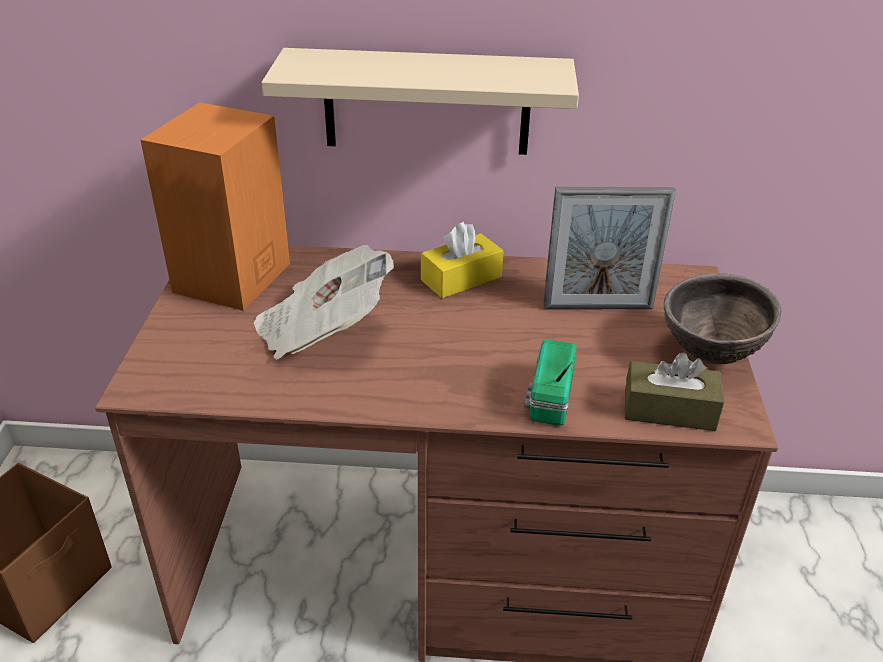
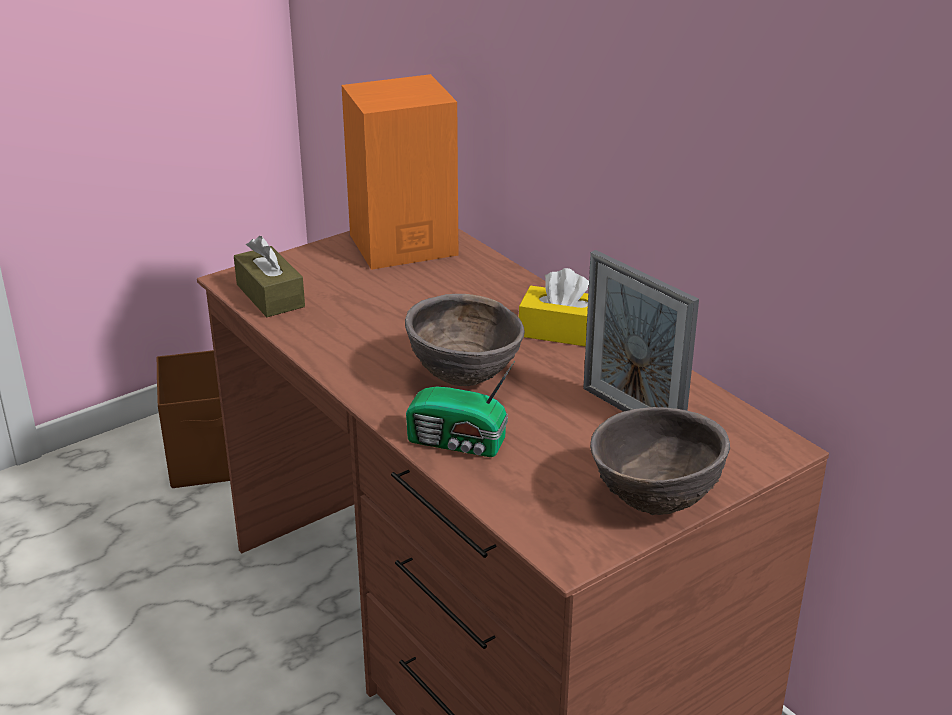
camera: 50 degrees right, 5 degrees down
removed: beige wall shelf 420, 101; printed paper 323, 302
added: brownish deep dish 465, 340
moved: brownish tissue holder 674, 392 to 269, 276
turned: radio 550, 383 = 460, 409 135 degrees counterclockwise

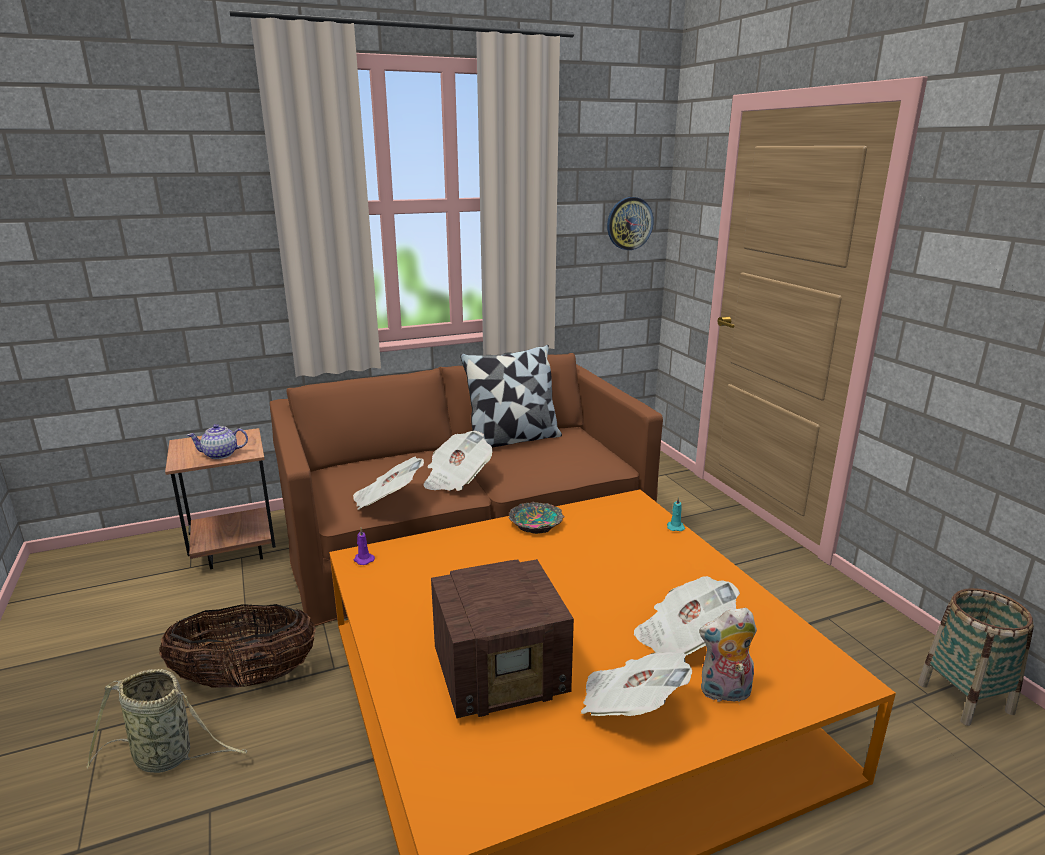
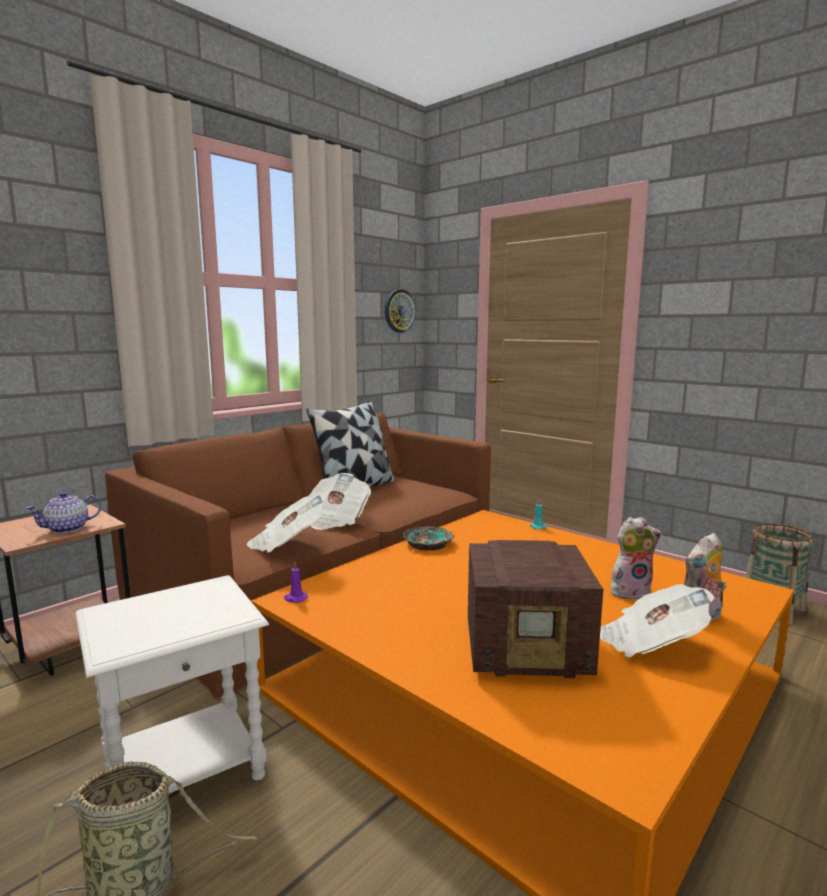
camera: 25 degrees left, 10 degrees down
replaced: printed paper 687, 615 to cuddly toy 636, 558; household basket 237, 646 to white-coloured side table 172, 684
turned: radio 502, 638 = 535, 609 45 degrees clockwise

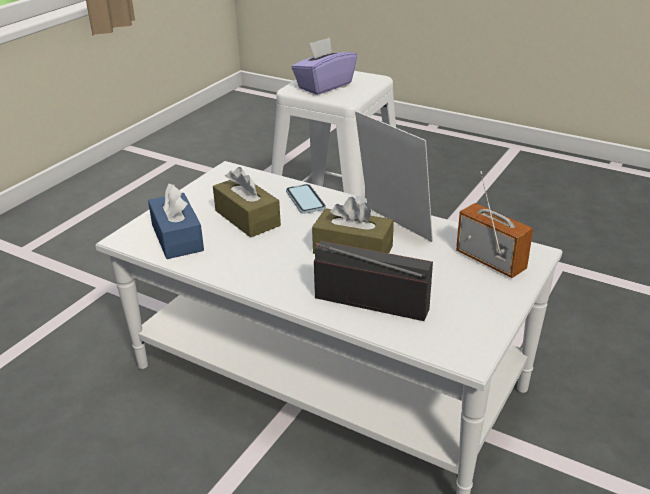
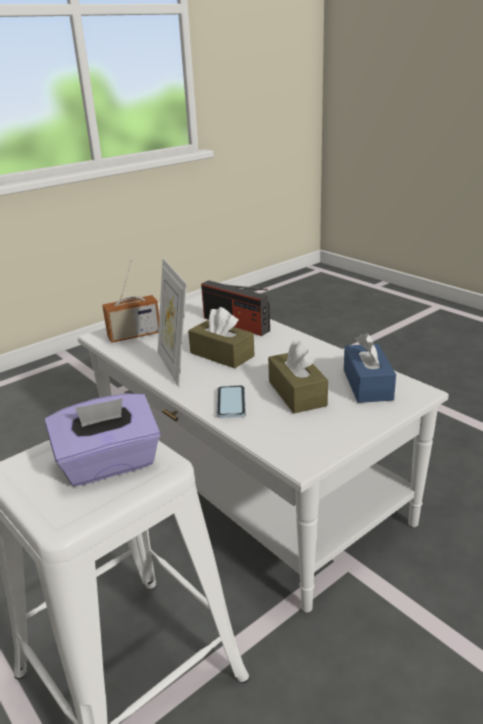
camera: 160 degrees left, 5 degrees down
turned: radio 494, 224 = 130, 301 90 degrees counterclockwise

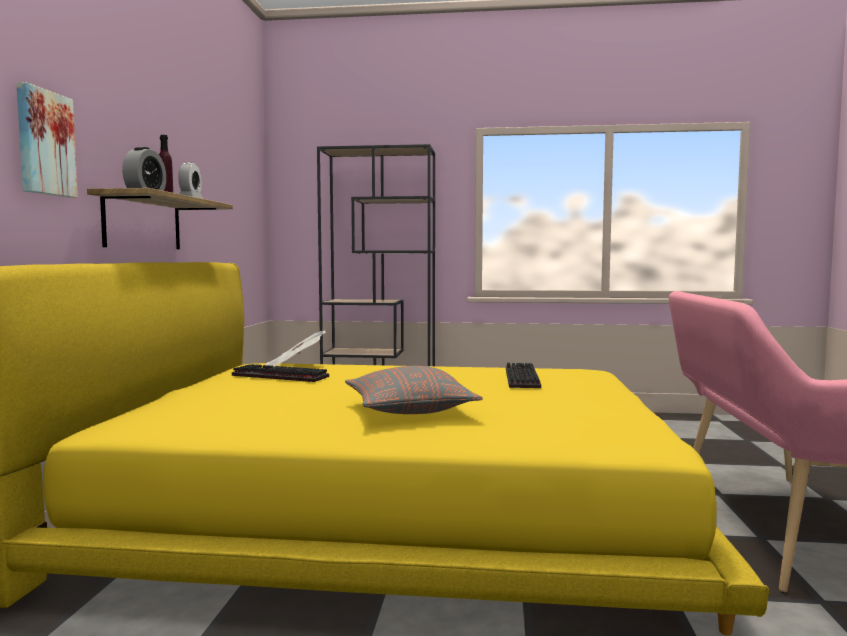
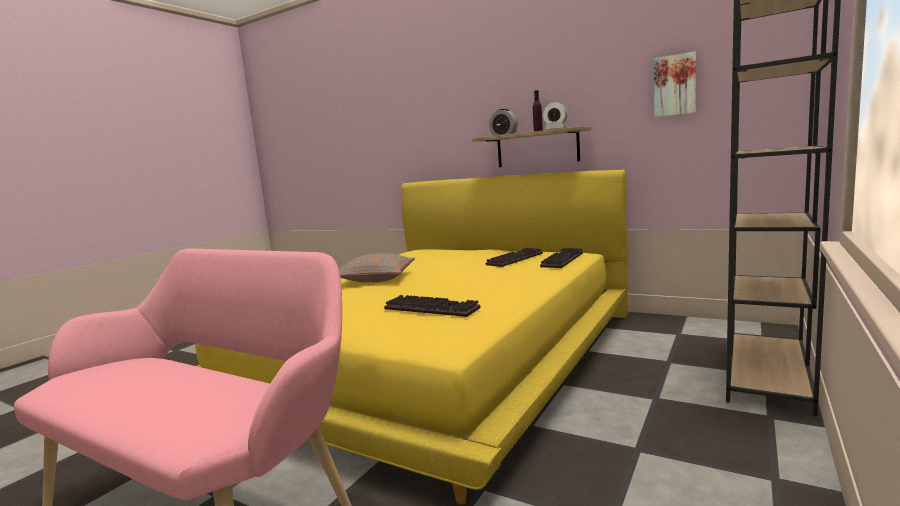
camera: 115 degrees right, 5 degrees up
moved: wall art 47, 140 to 675, 84
replaced: printed paper 295, 348 to computer keyboard 561, 258

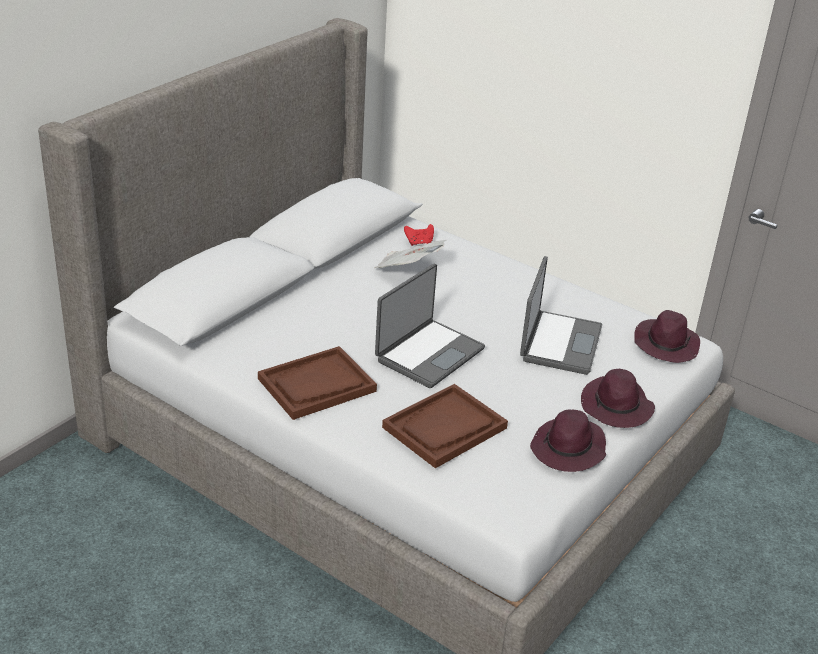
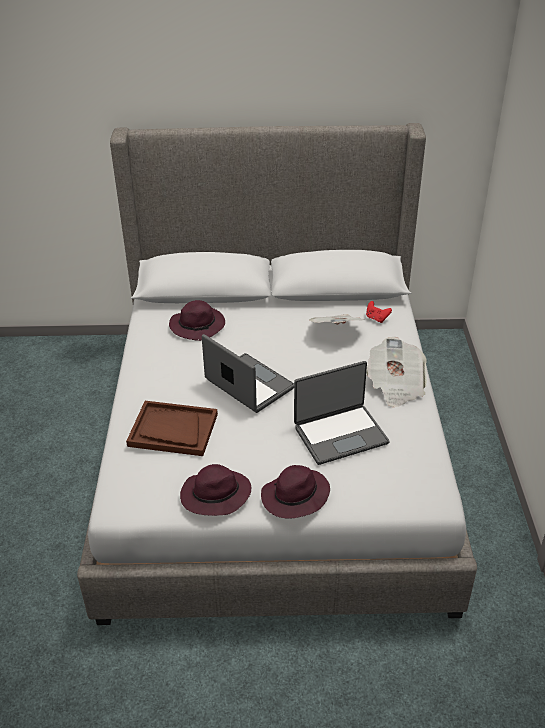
camera: 55 degrees right, 5 degrees up
removed: brownish tray 317, 383
added: printed paper 396, 372
moved: purple clothing hat 667, 336 to 197, 320
turned: portable computer 430, 326 = 248, 373 135 degrees counterclockwise

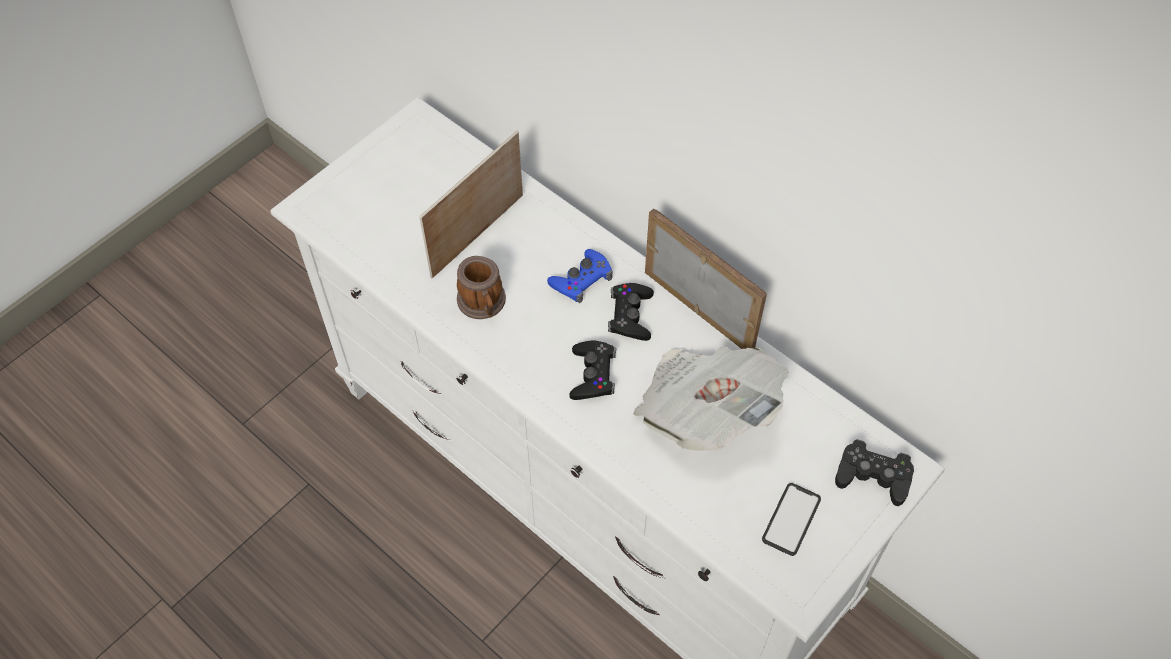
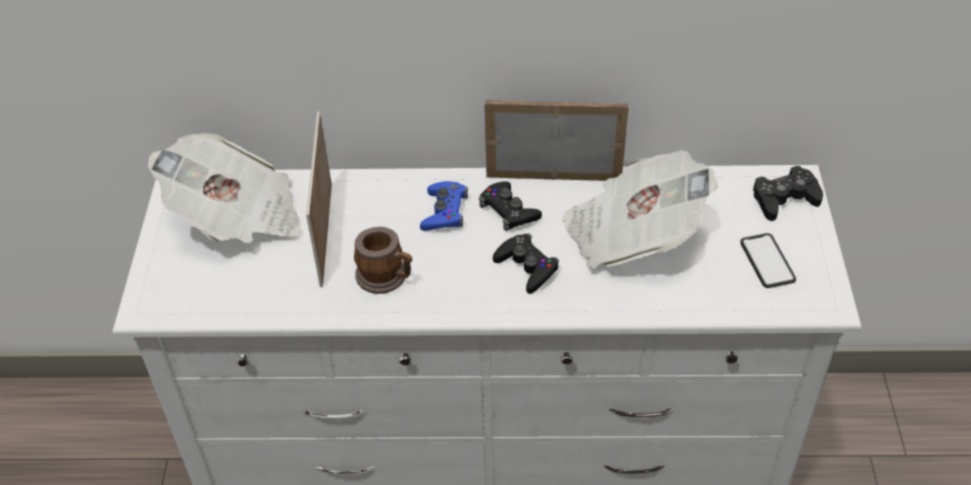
camera: 40 degrees left, 10 degrees down
added: printed paper 225, 188

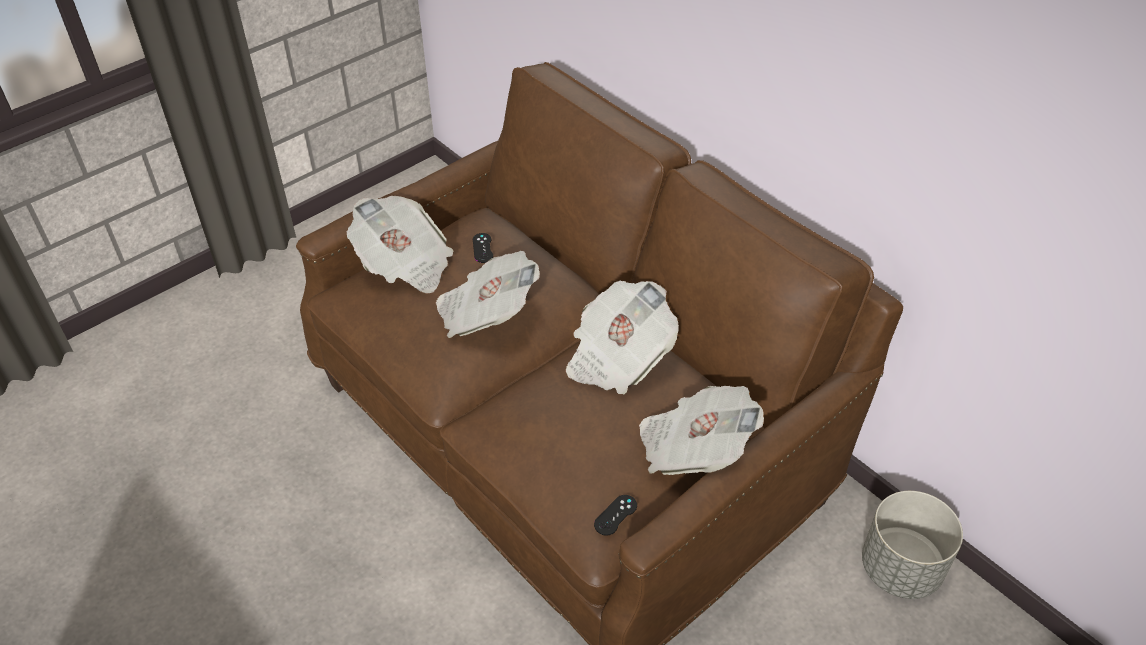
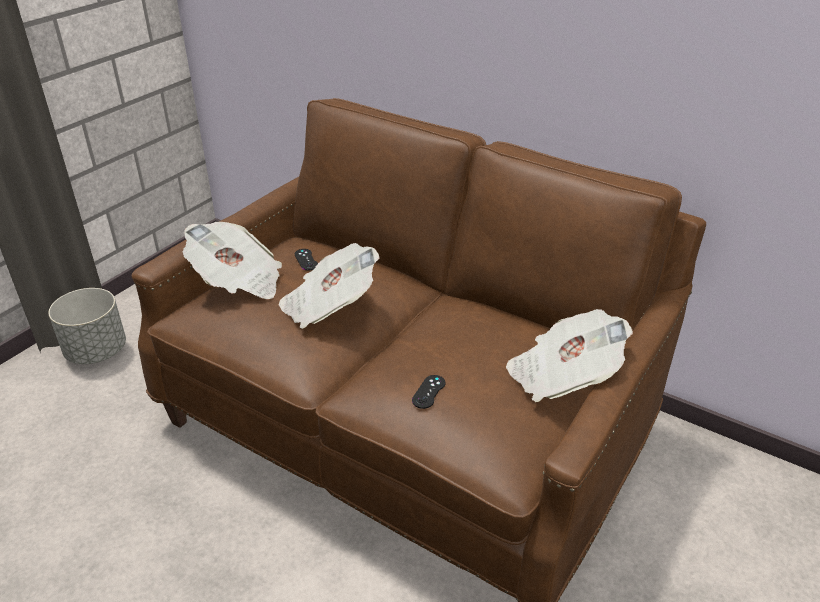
camera: 15 degrees left, 10 degrees down
removed: printed paper 622, 337
moved: grey flower pot 912, 545 to 87, 326; black-coloured game controller 615, 515 to 428, 392

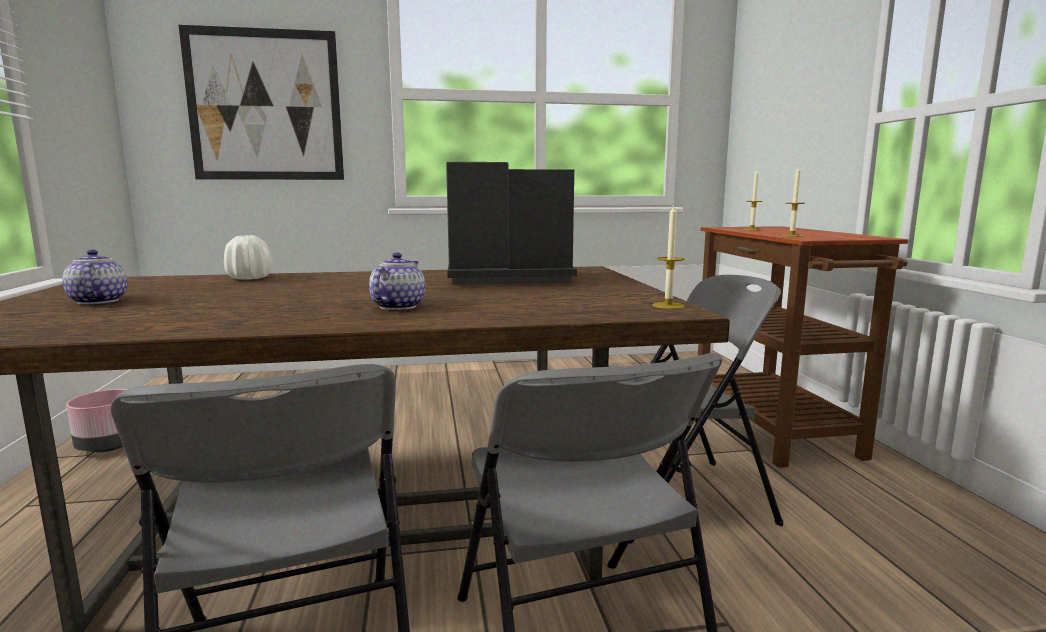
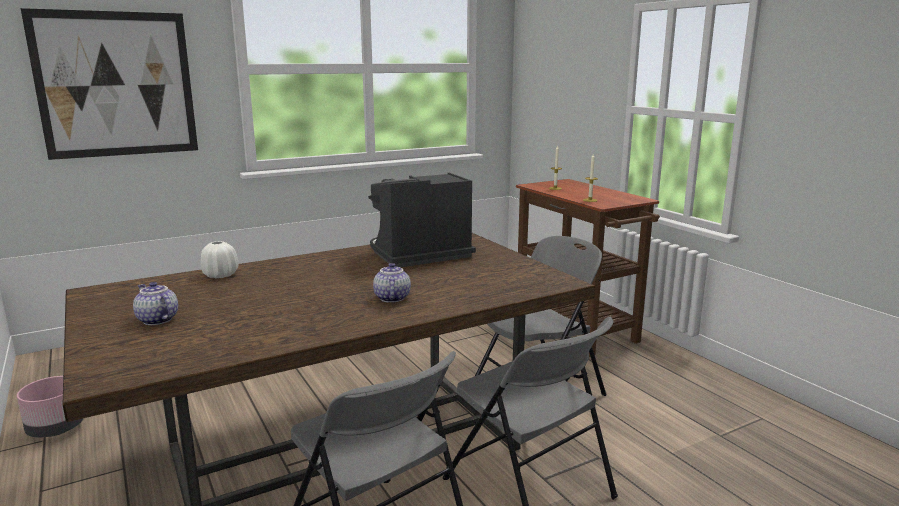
camera: 20 degrees left, 5 degrees up
removed: wax light 669, 256

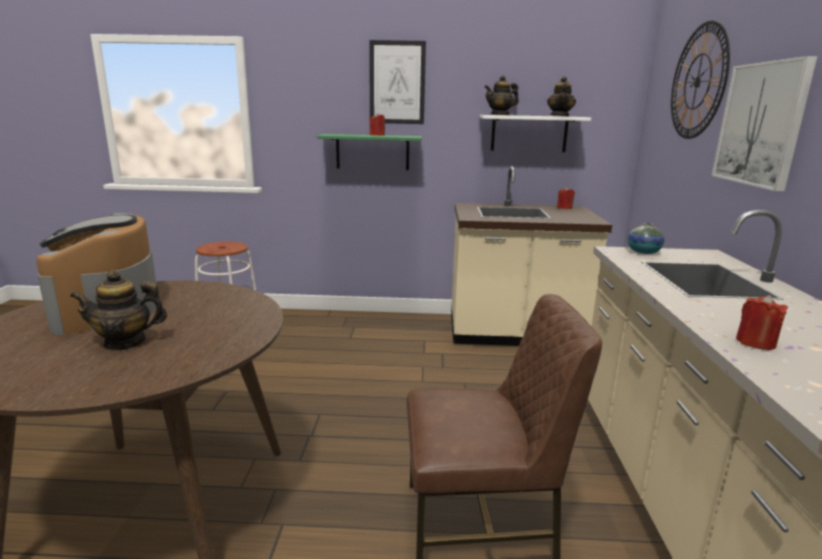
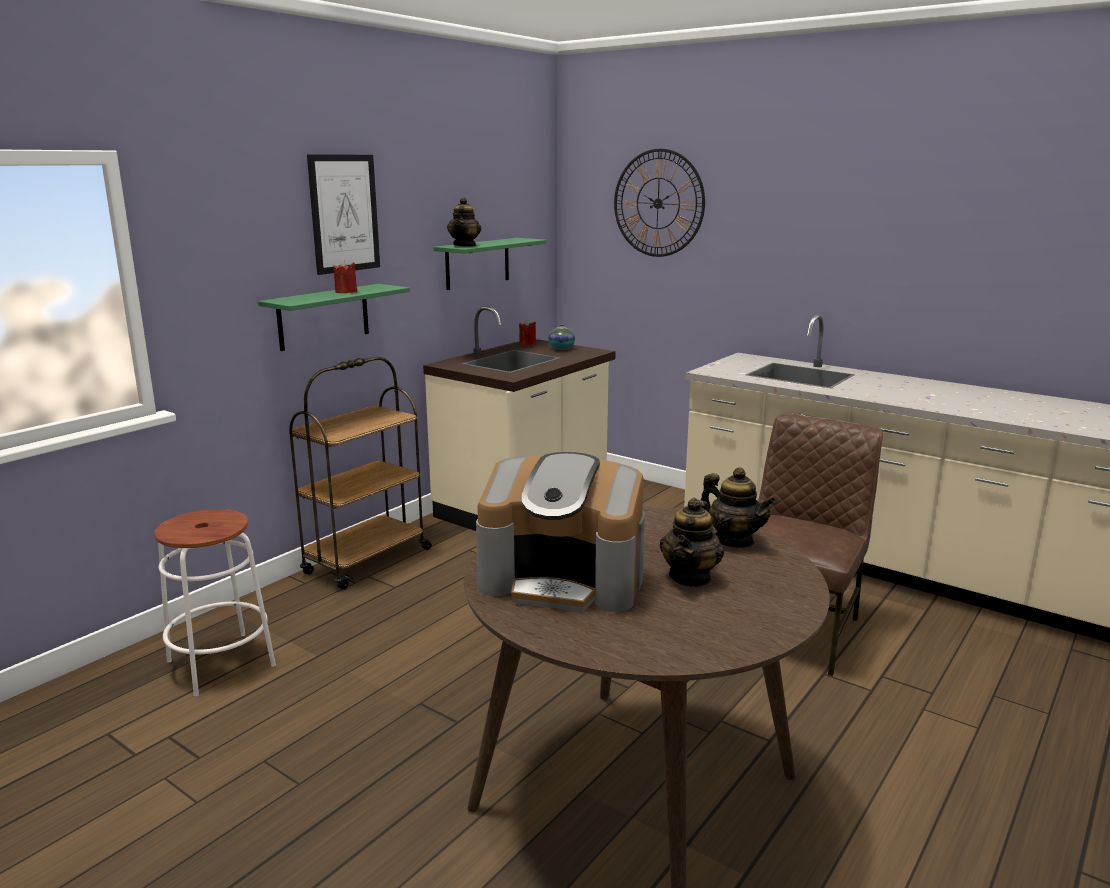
camera: 55 degrees left, 0 degrees up
removed: wall art 764, 124; red-coloured wax light 762, 322
added: brownish cart 360, 473
moved: tea pot 561, 96 to 738, 507; decorative vase 646, 238 to 561, 337
recoloured: white-coloured wall shelf 535, 133 to green-coloured wall shelf 490, 264

